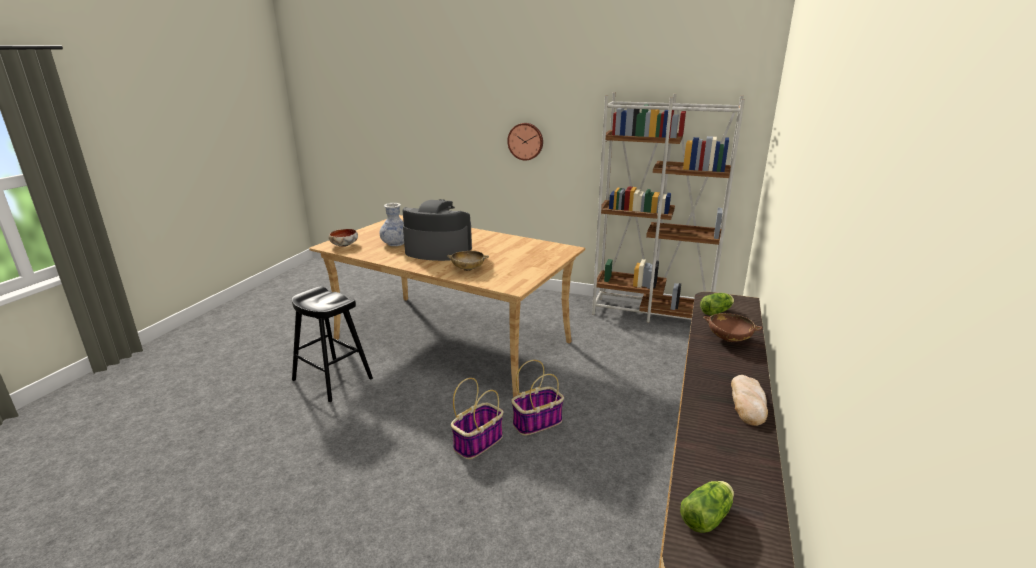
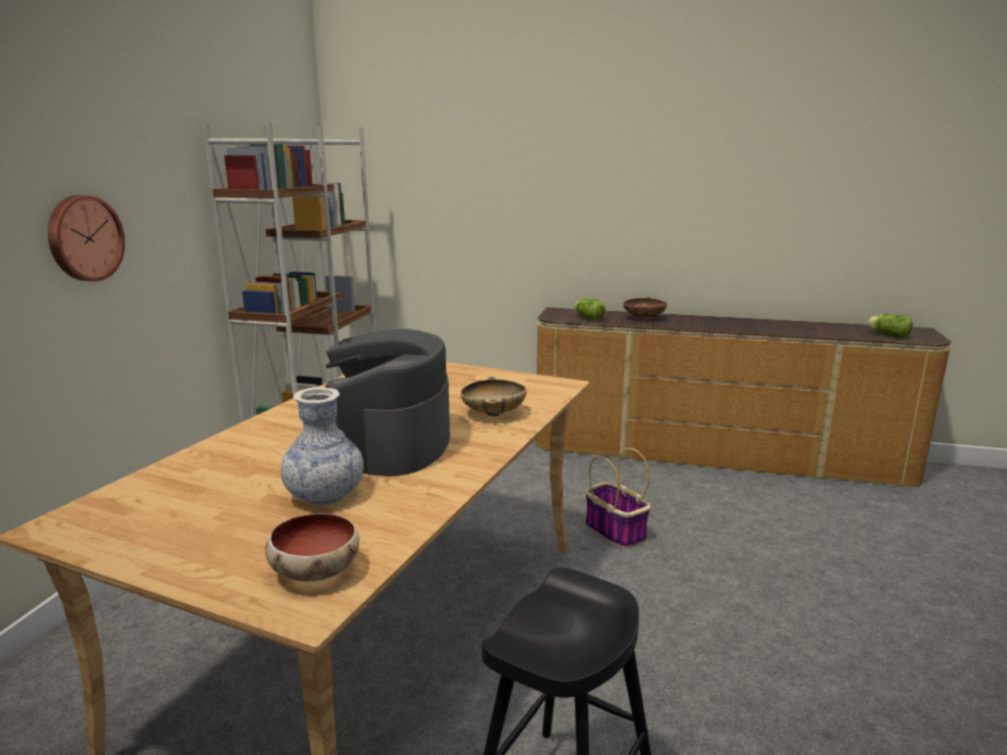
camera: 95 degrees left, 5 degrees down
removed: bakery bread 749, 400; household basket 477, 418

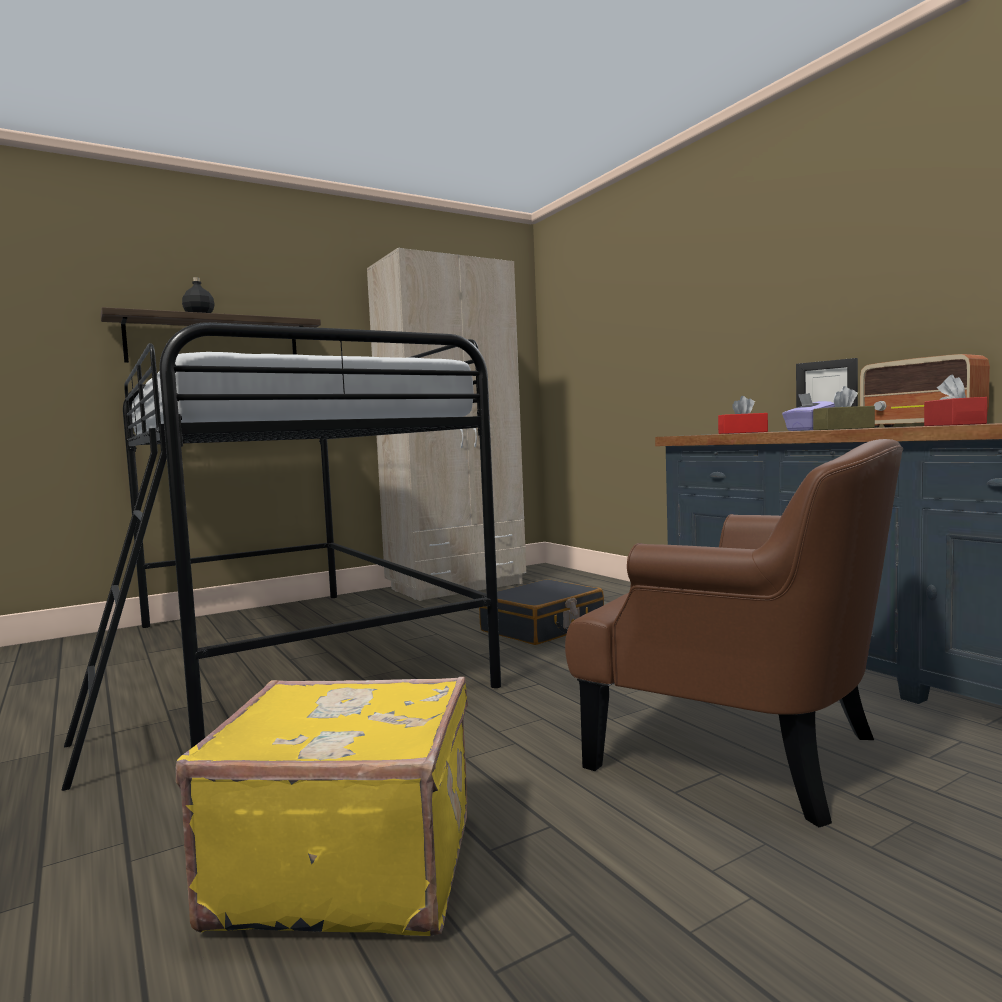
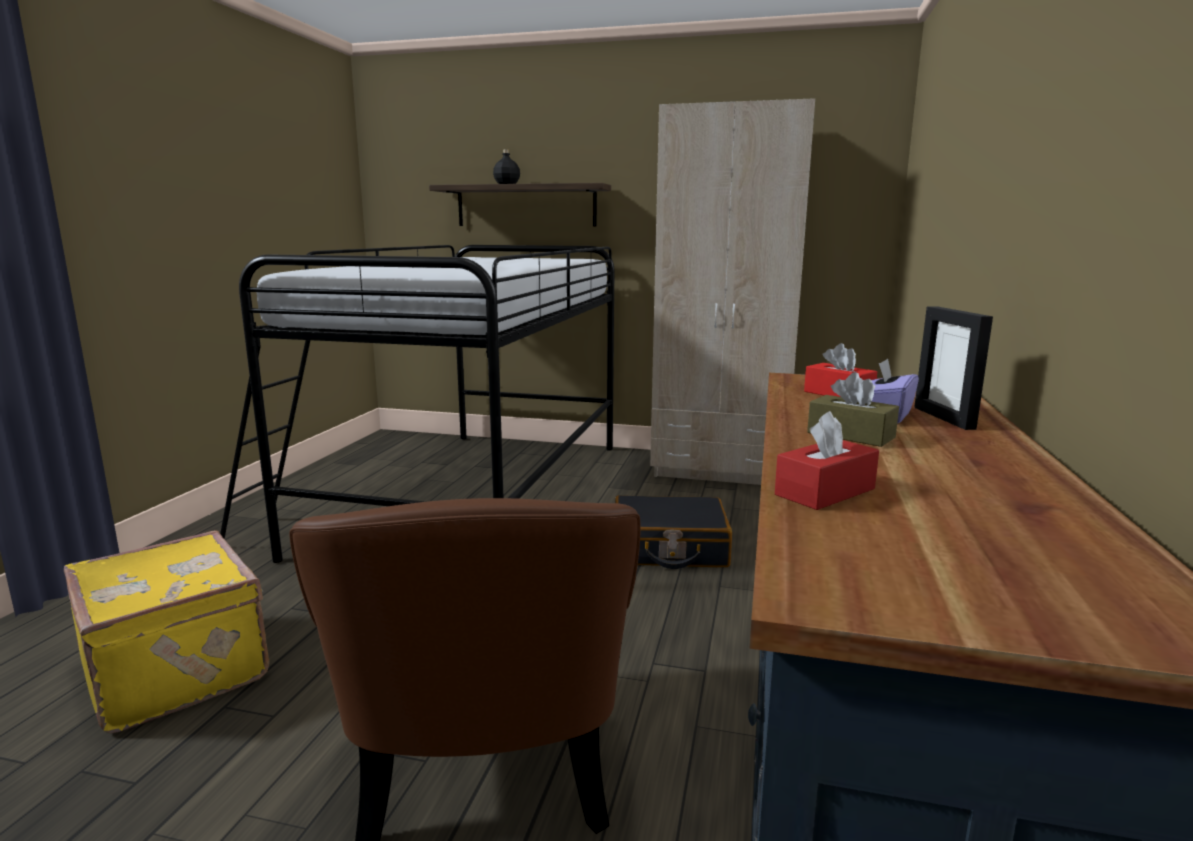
camera: 45 degrees right, 10 degrees up
removed: radio 925, 391

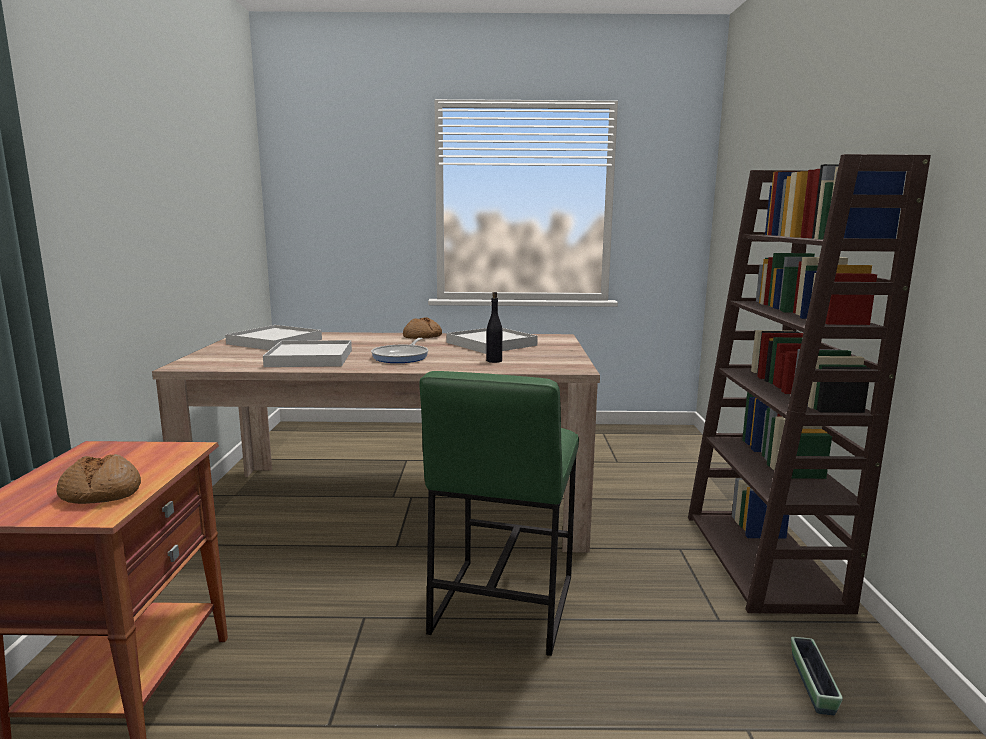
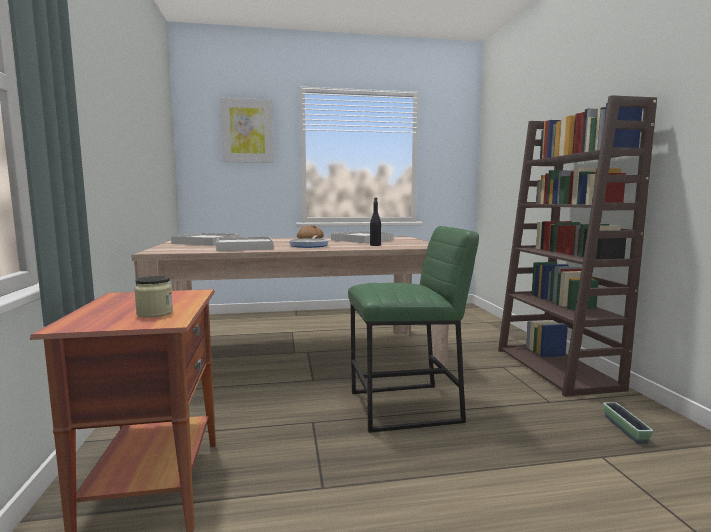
camera: 10 degrees left, 5 degrees down
added: wall art 247, 130
replaced: bakery bread 98, 479 to storage jar 153, 297
turned: green-coloured upright chair 499, 513 = 413, 329 105 degrees counterclockwise

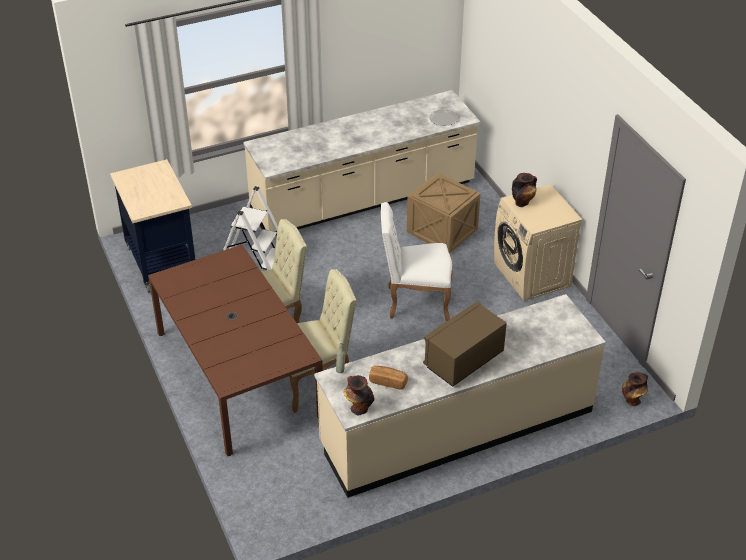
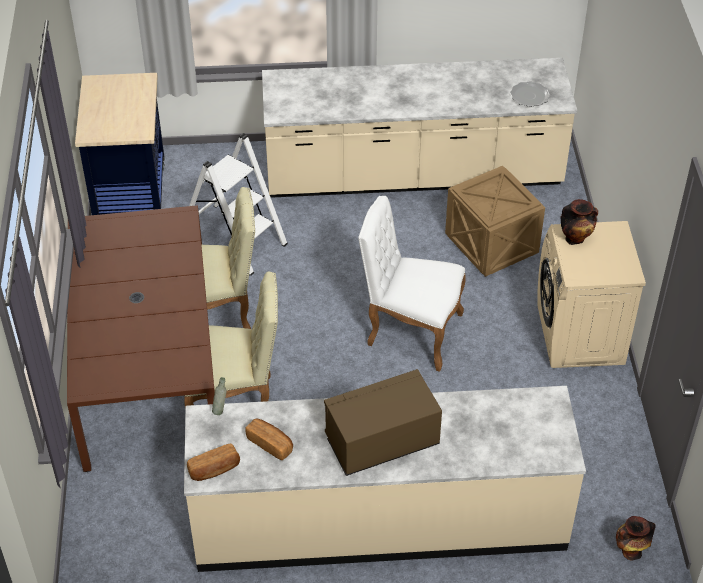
camera: 20 degrees right, 5 degrees up
replaced: decorative vase 359, 395 to bakery bread 213, 462

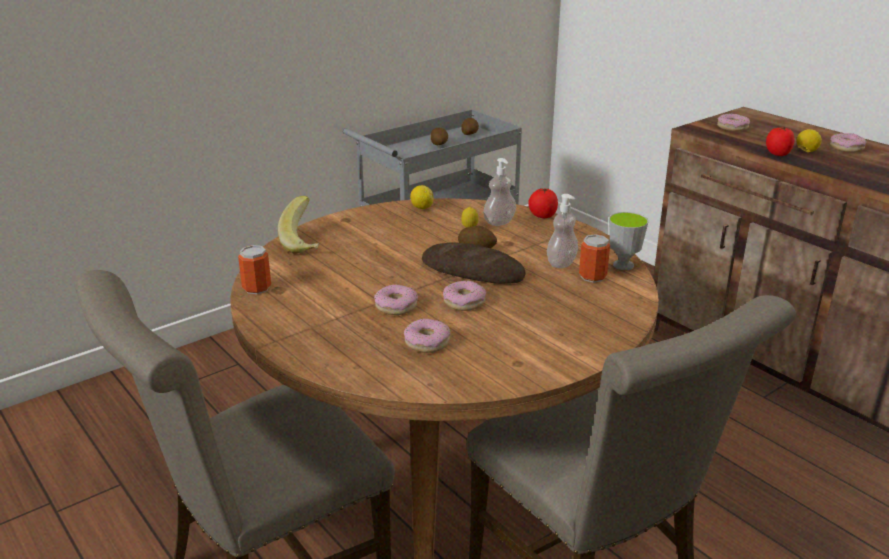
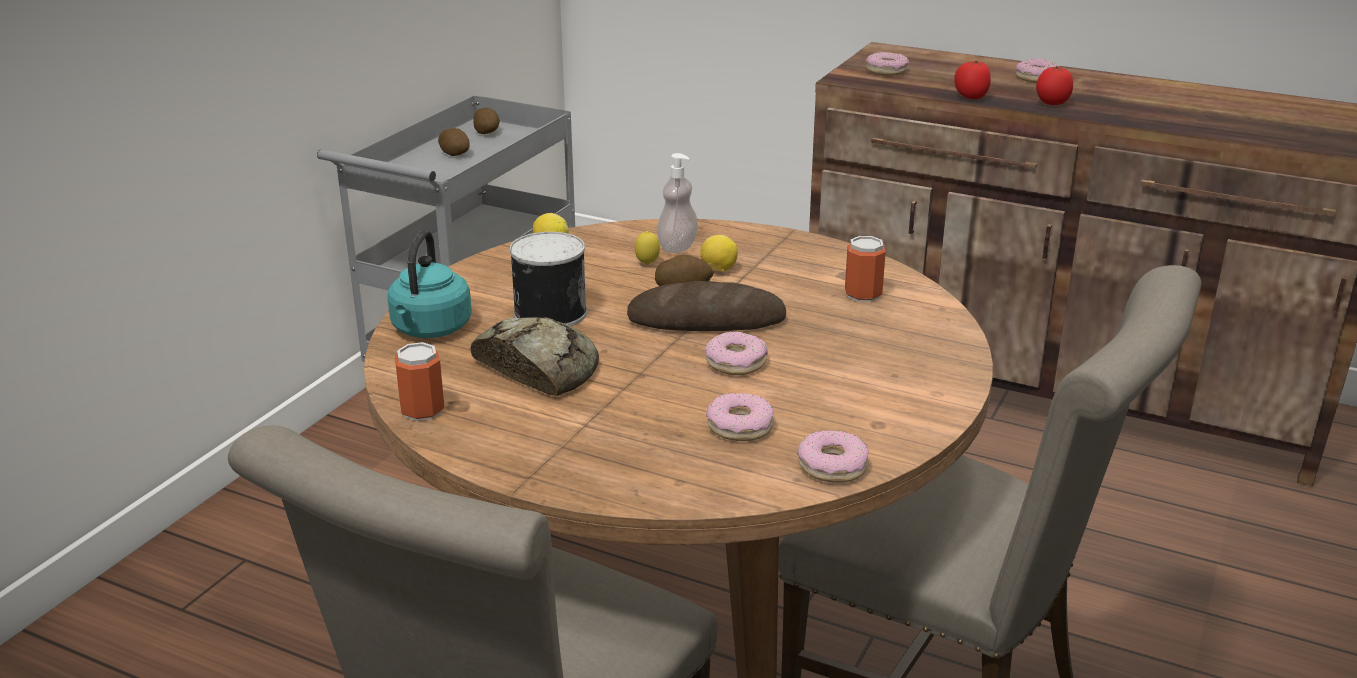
camera: 25 degrees left, 0 degrees up
removed: soap dispenser 562, 231; cup 629, 241
added: can 548, 279; bakery bread 534, 356
moved: whole lemon 809, 140 to 719, 253; fresh tomato 543, 203 to 1054, 85; ring doughnut 396, 299 to 833, 457
replaced: whole banana 298, 225 to turquoise kettle 429, 284

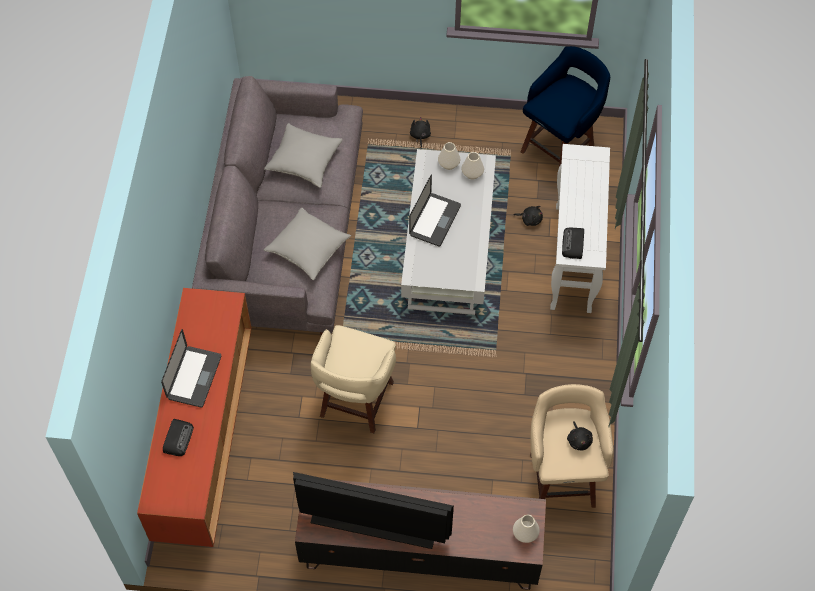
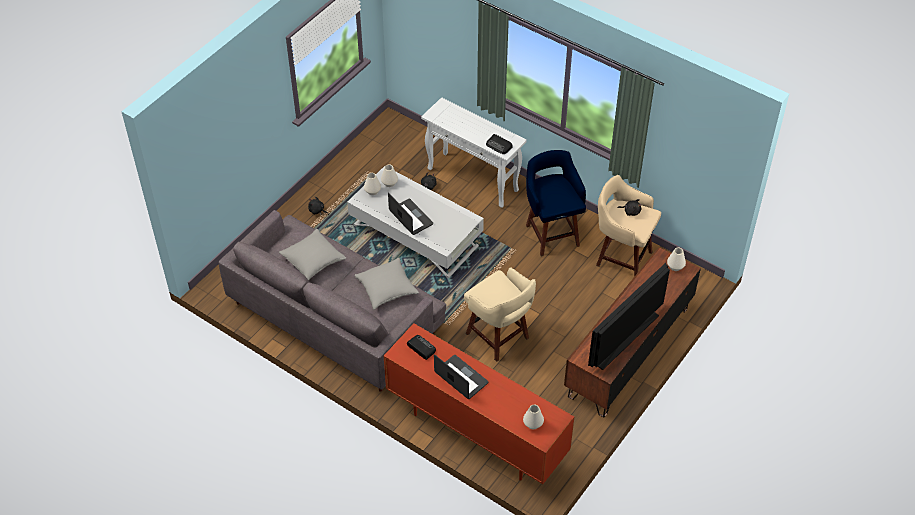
camera: 60 degrees left, 10 degrees down
added: white-coloured decorative vase 533, 417
moved: blue-coloured stool seat 565, 106 to 556, 203; radio 178, 437 to 421, 347

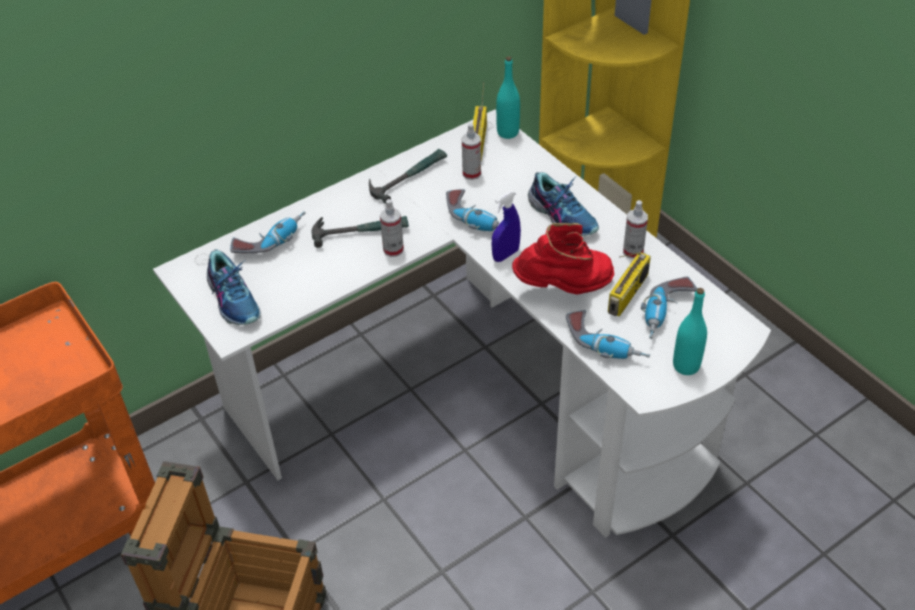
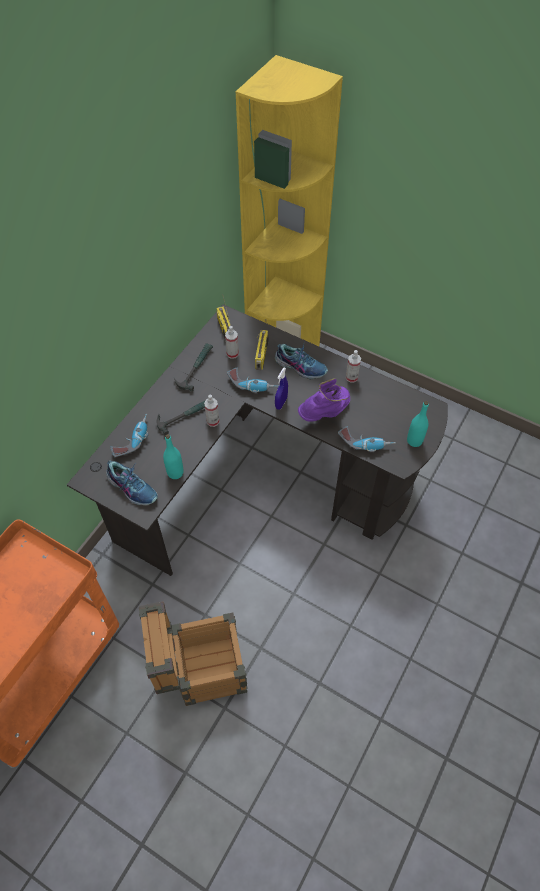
camera: 25 degrees left, 10 degrees up
removed: drill 669, 308
moved: turquoise beverage bottle 508, 97 to 173, 456; radio 629, 284 to 261, 350
recoloured: white-coloured desk 462, 324 to black-coloured desk 257, 440; red-coloured tall boot 563, 259 to purple tall boot 324, 400

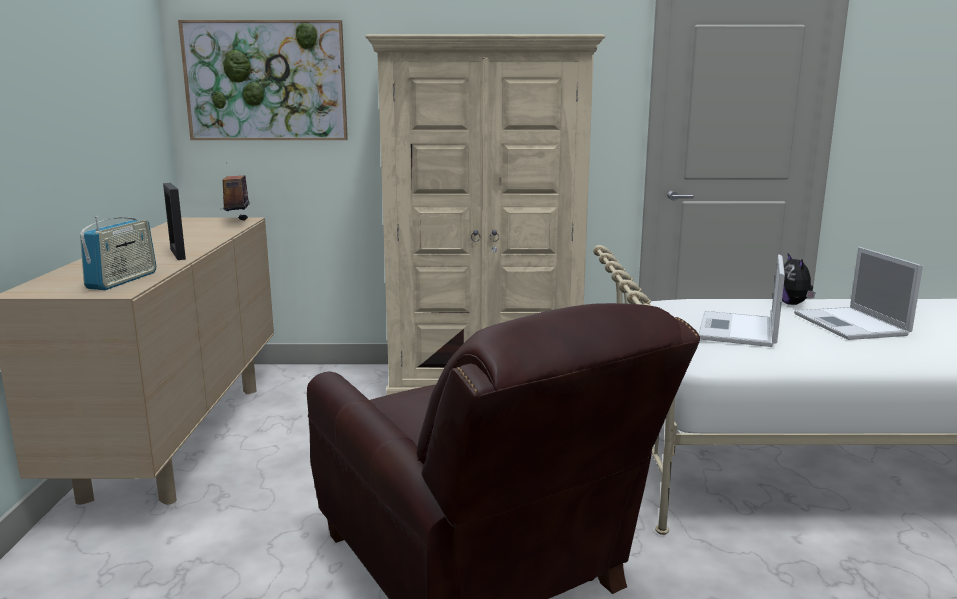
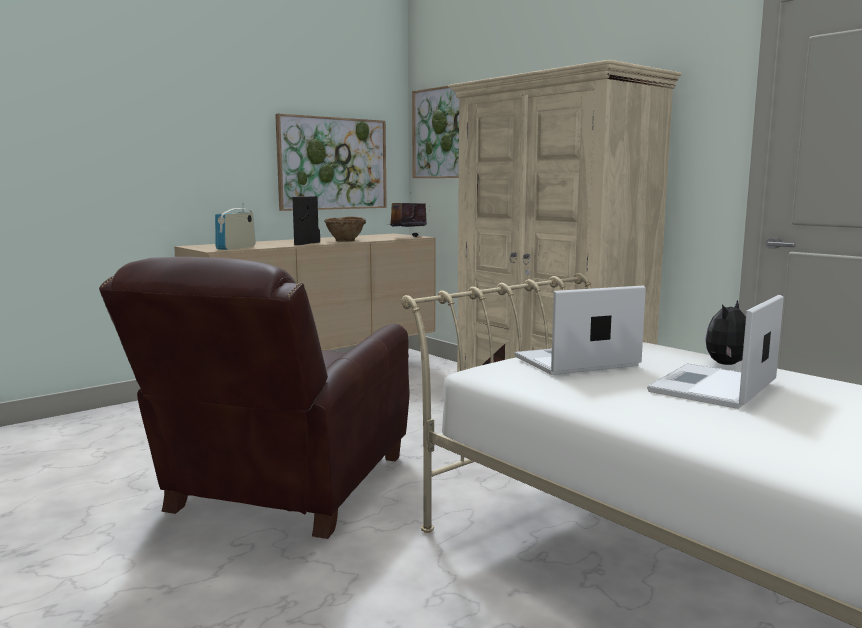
camera: 50 degrees right, 5 degrees down
added: wall art 331, 162; brownish deep dish 345, 229
turned: radio 118, 253 = 235, 226 135 degrees clockwise

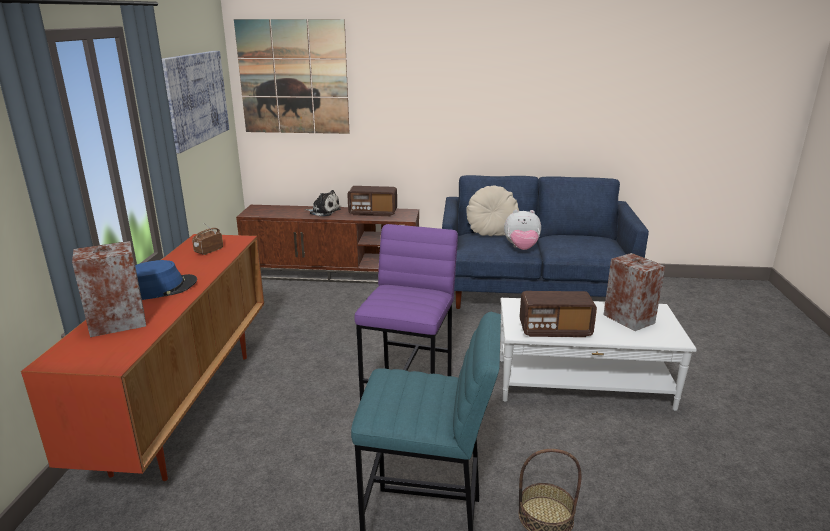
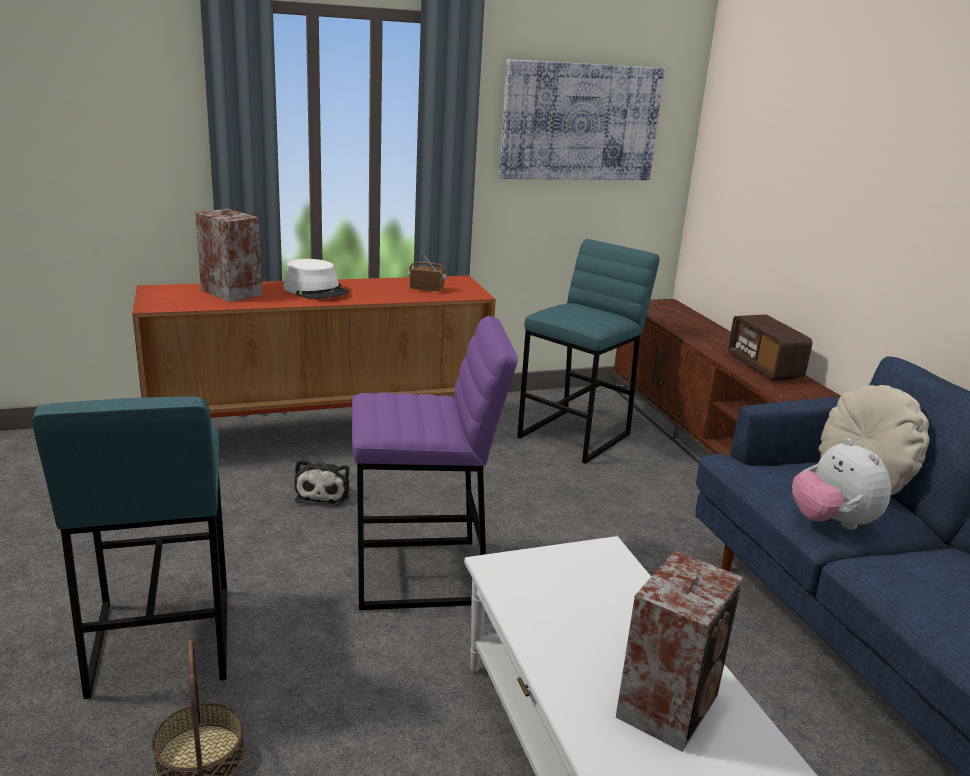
camera: 65 degrees right, 0 degrees up
removed: wall art 291, 76; radio 558, 314
added: turquoise stool seat 588, 351
moved: cuddly toy 323, 203 to 321, 482
recoloured: blue-coloured clothing hat 166, 280 to white-coloured clothing hat 316, 279

